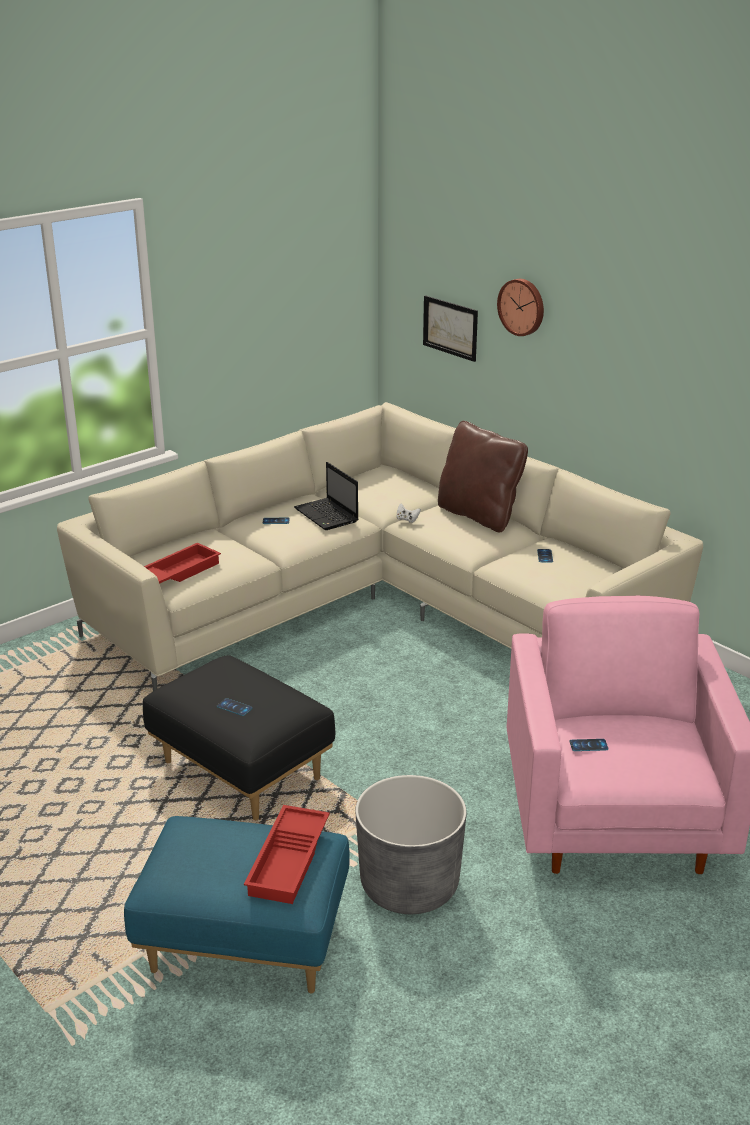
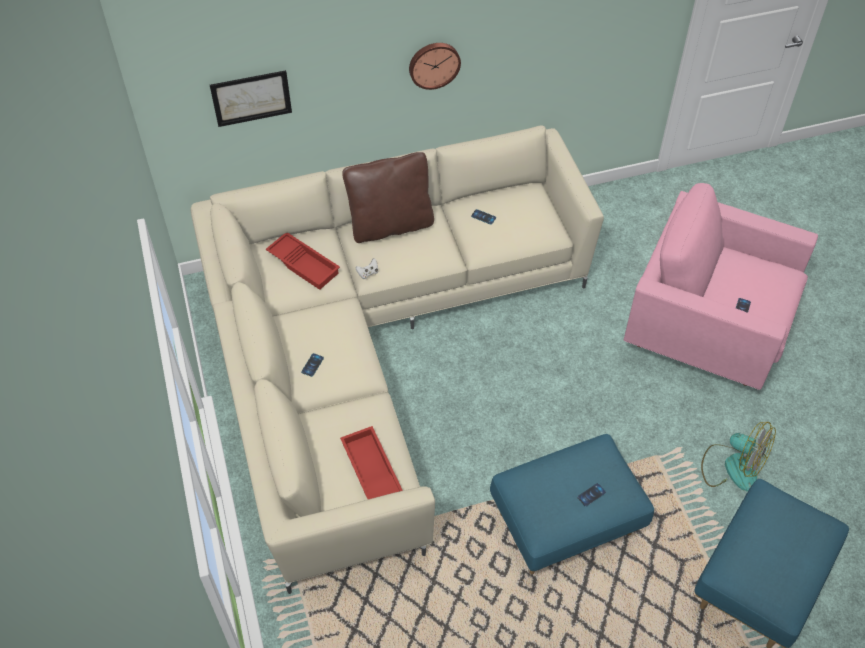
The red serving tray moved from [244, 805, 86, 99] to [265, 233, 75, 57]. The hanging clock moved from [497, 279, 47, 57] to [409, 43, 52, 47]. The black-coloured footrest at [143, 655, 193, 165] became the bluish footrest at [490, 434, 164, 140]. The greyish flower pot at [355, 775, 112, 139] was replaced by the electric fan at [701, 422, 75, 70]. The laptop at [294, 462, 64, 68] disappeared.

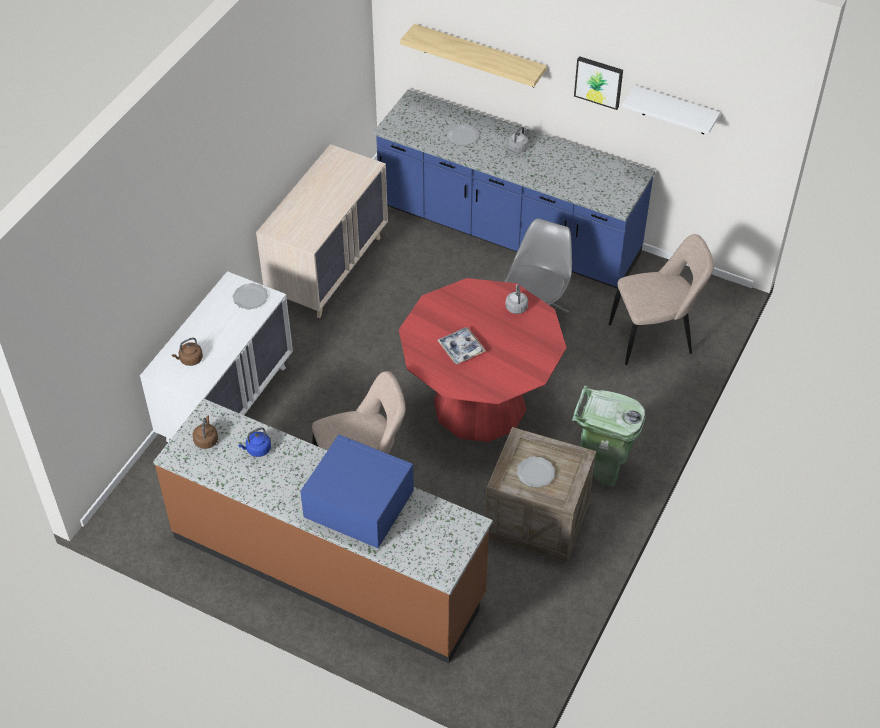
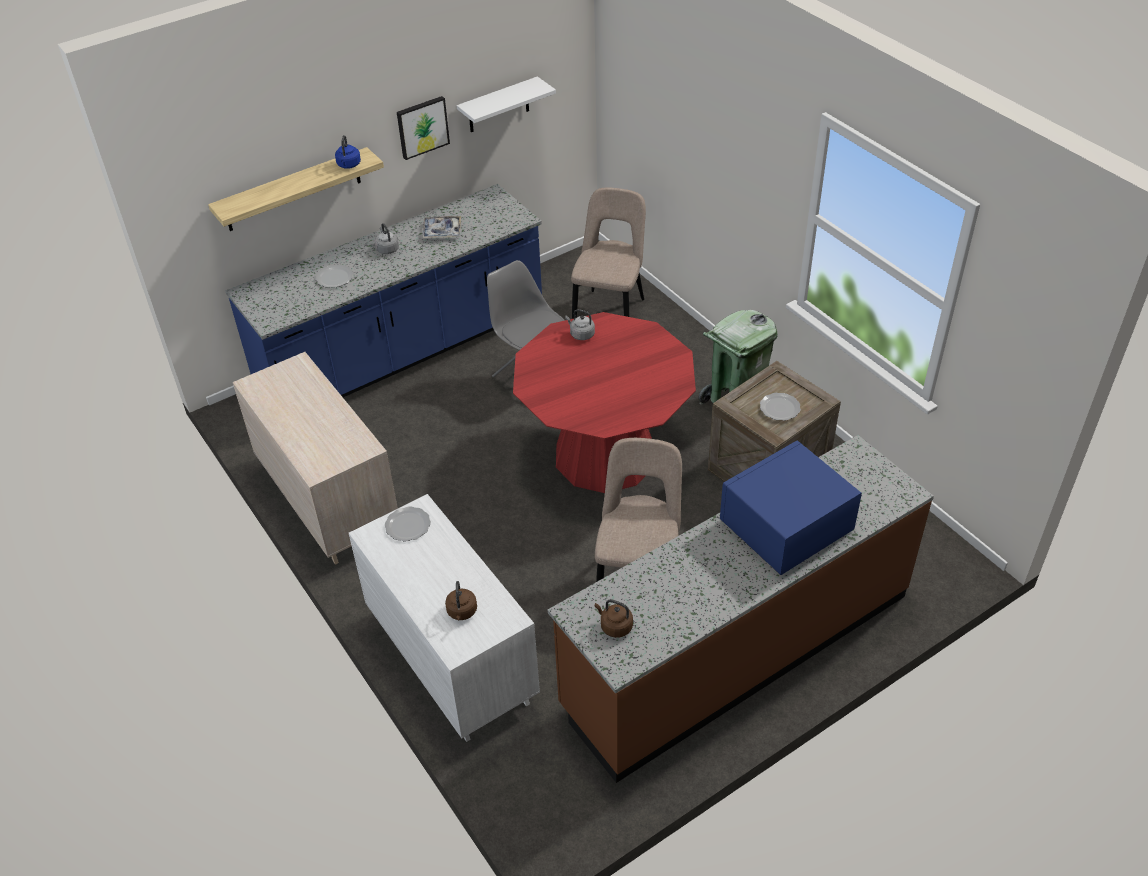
The bluish kettle moved from [238, 427, 33, 30] to [335, 135, 26, 34]. The serving tray moved from [437, 327, 49, 37] to [422, 216, 39, 22].

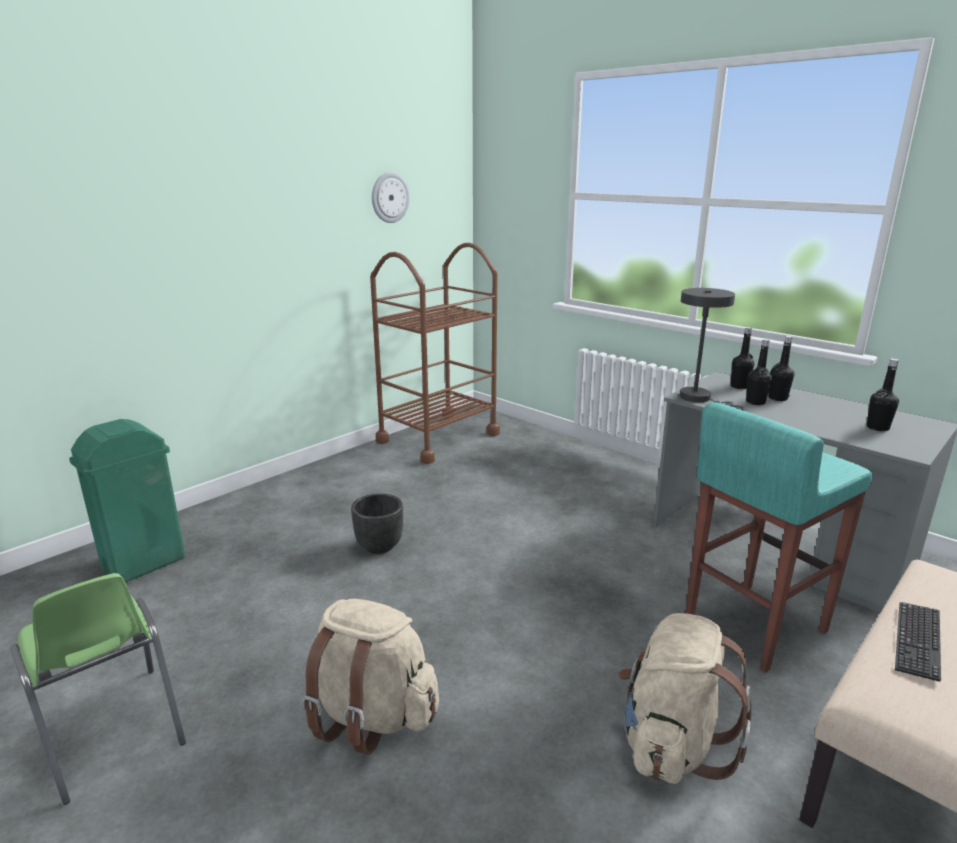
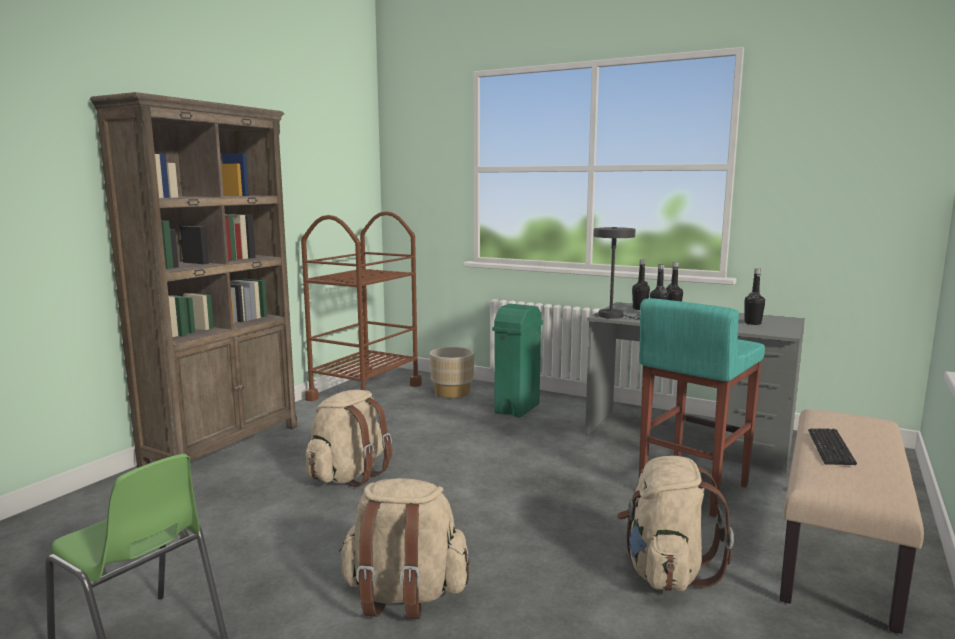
The brownish bookshelf at [90, 92, 207, 376] appeared. The black-coloured flower pot at [351, 493, 52, 61] was replaced by the sand-coloured knapsack at [306, 390, 86, 97]. The sand-coloured flower pot at [430, 347, 44, 51] appeared. The green-coloured trash can moved from [69, 419, 116, 164] to [492, 304, 51, 114]. The hanging clock at [372, 172, 38, 51] disappeared.

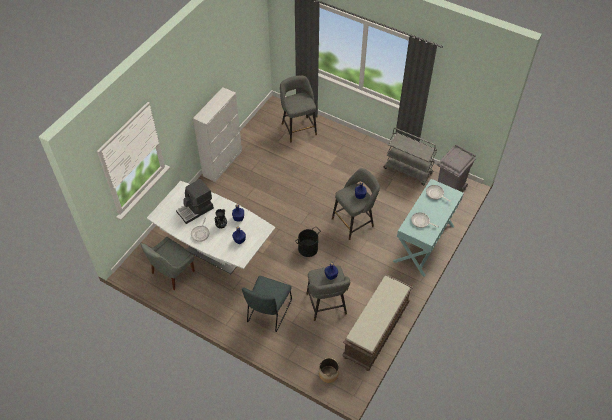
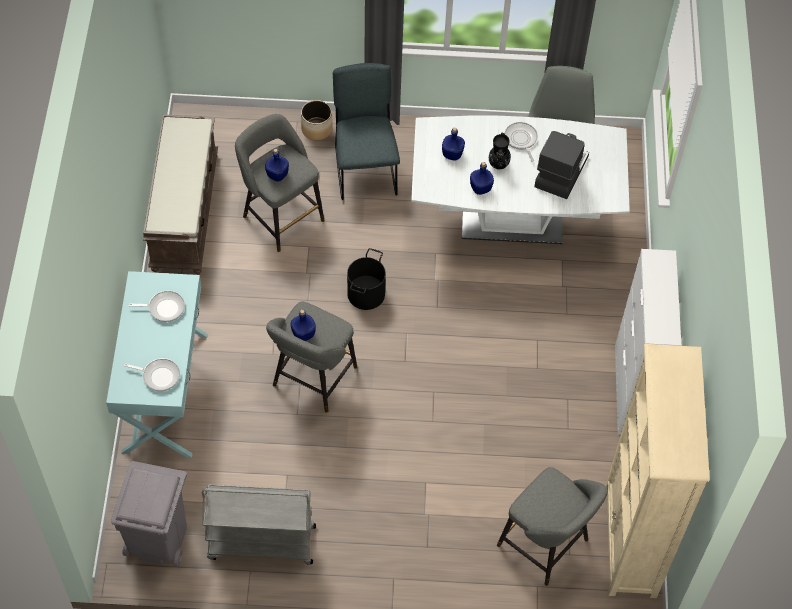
The flower pot moved from [319, 358, 20, 25] to [301, 100, 32, 40]. The sand-coloured bookshelf at [606, 344, 104, 254] appeared.

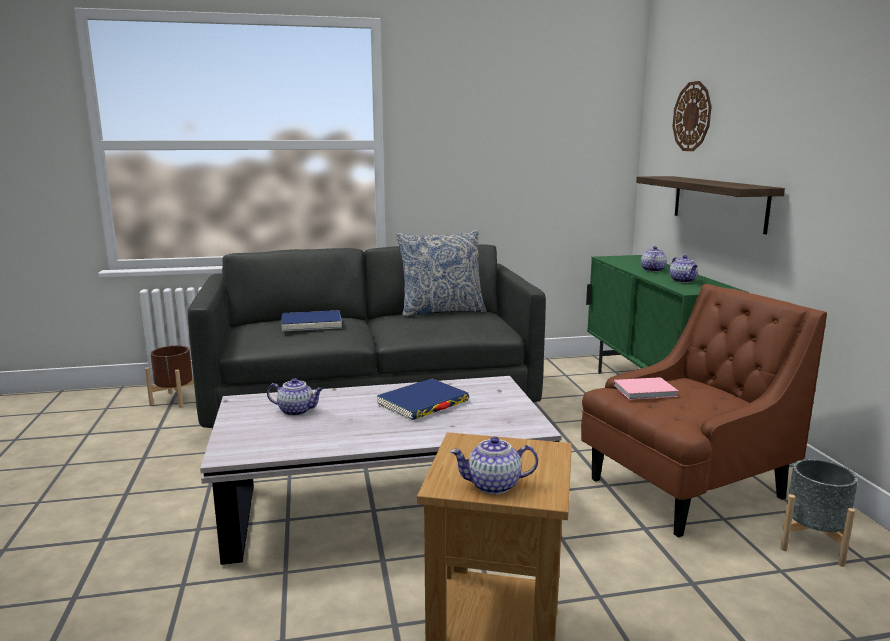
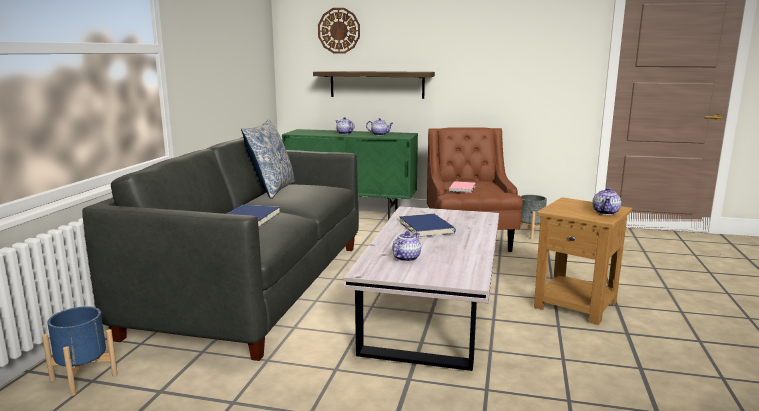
The brownish flower pot at [145, 346, 49, 62] became the bluish flower pot at [42, 306, 76, 90].

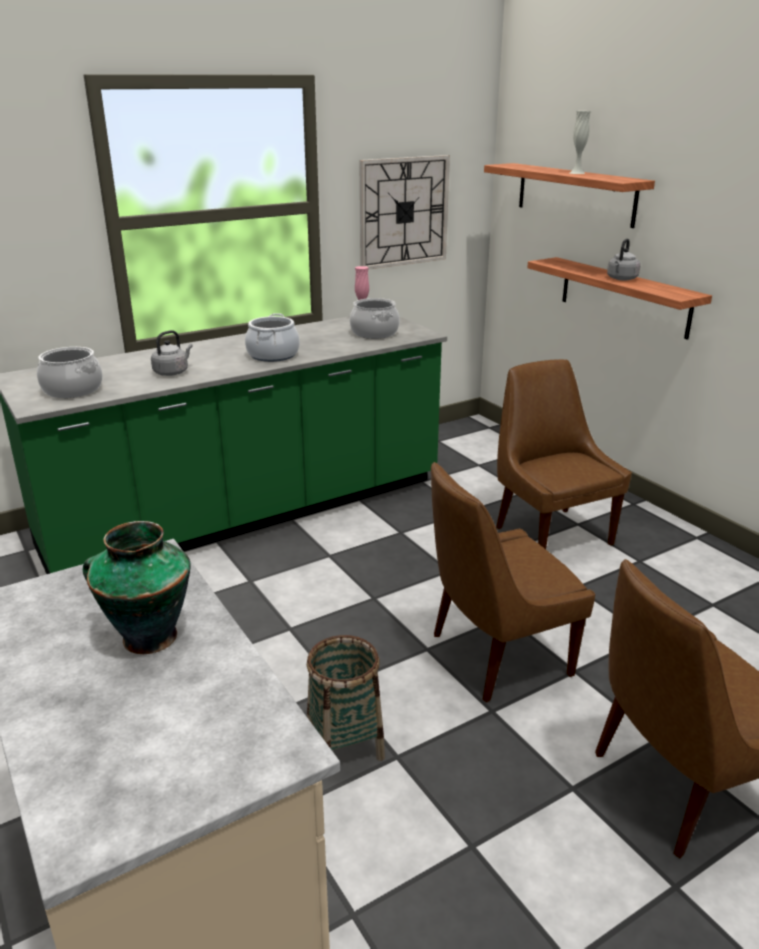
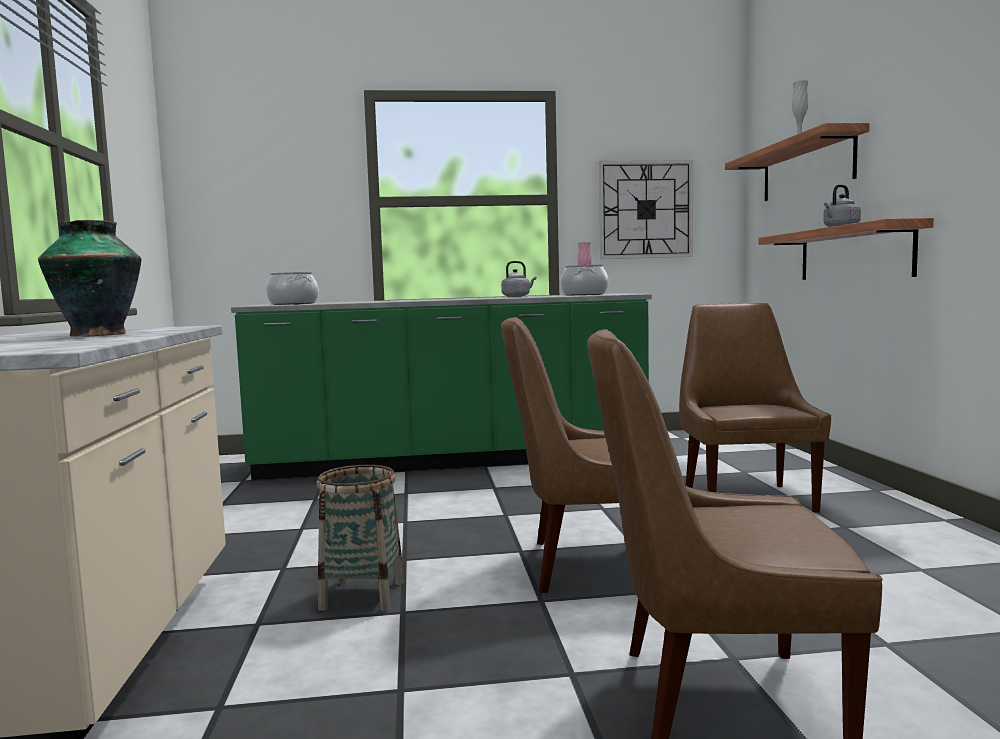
The greyish kettle moved from [151, 330, 42, 46] to [501, 261, 35, 36]. The saucepot at [245, 313, 55, 49] disappeared.

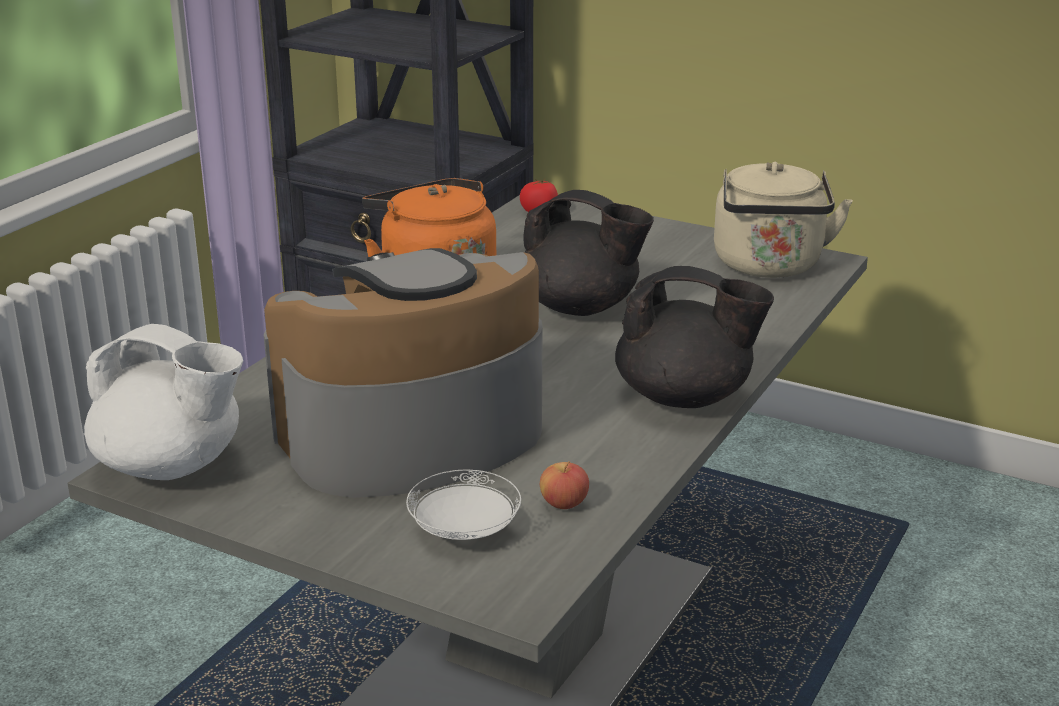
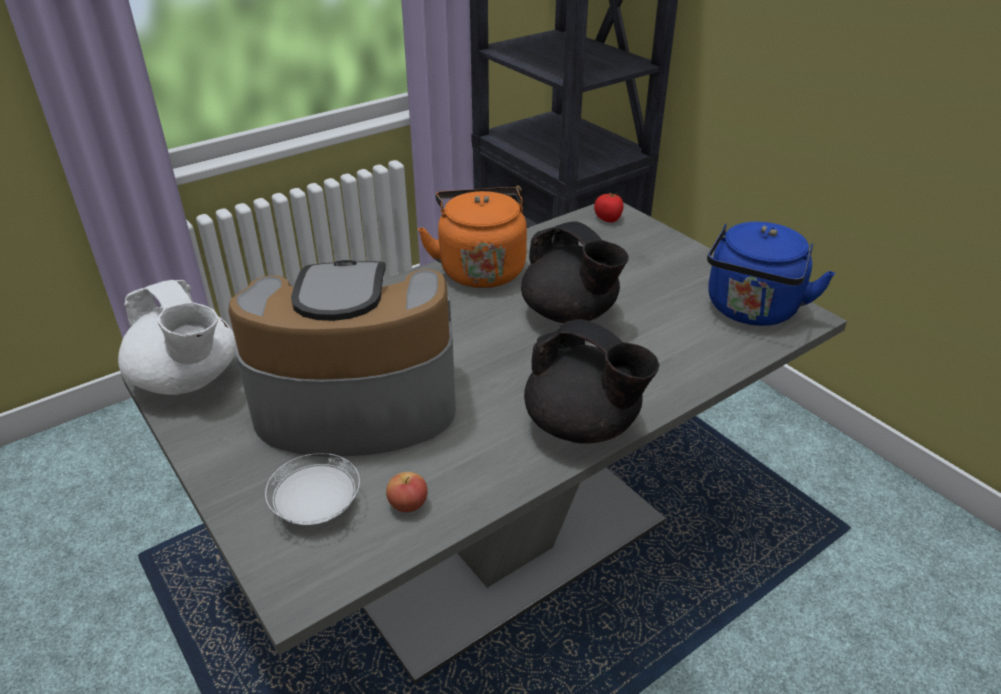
The sand-coloured kettle at [714, 162, 139, 116] became the bluish kettle at [707, 222, 128, 104].

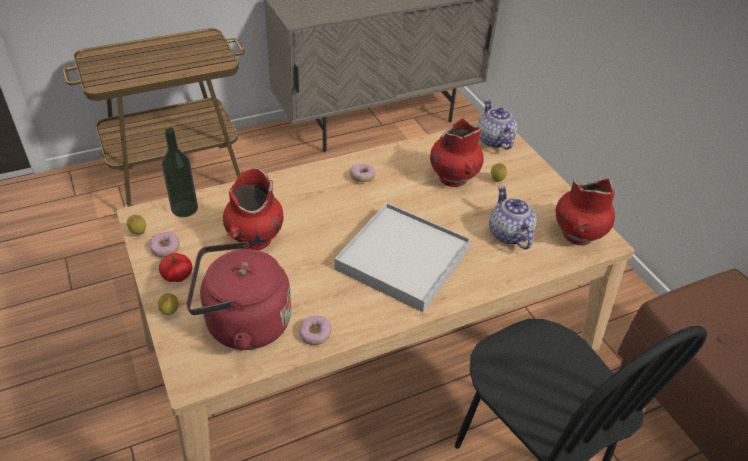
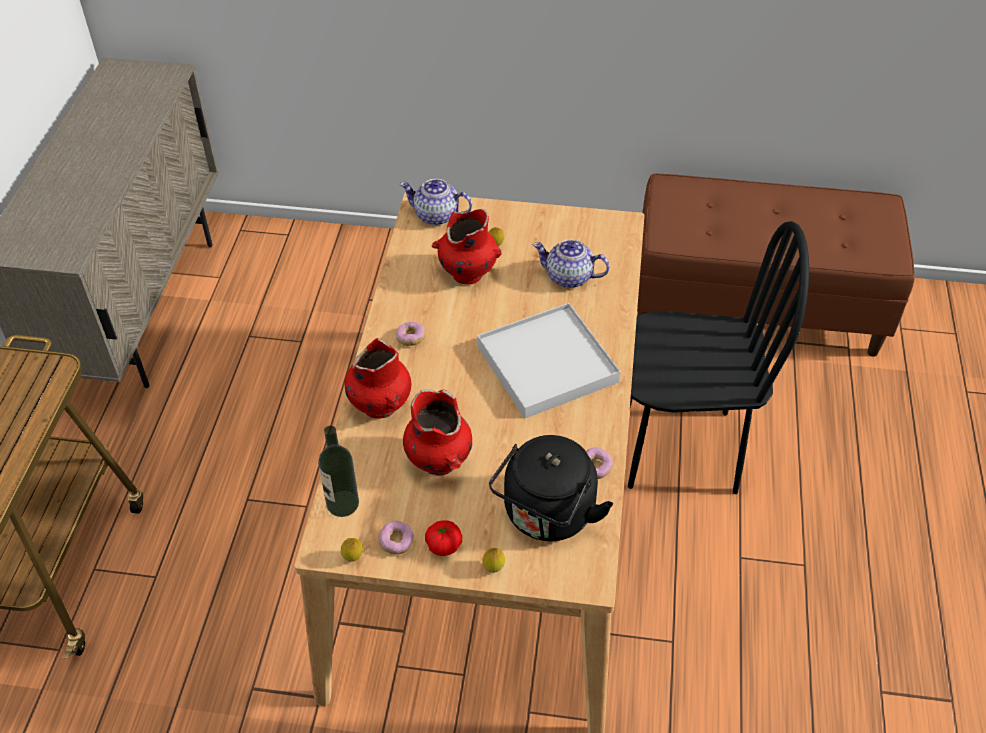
The red decorative vase moved from [555, 179, 60, 66] to [345, 338, 67, 81]. The red kettle at [186, 242, 105, 108] became the black-coloured kettle at [489, 435, 124, 106].

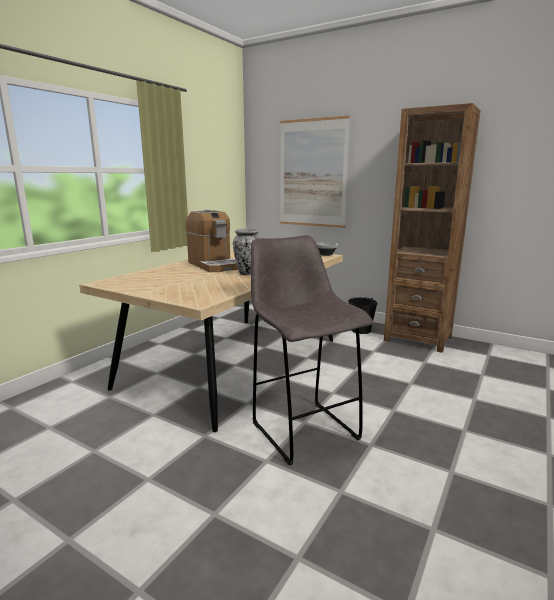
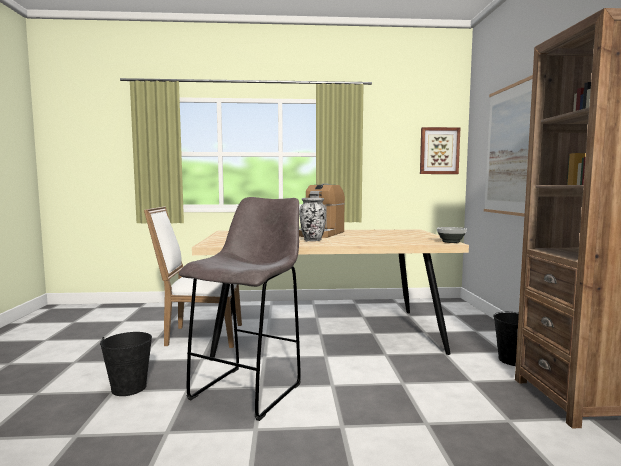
The black-coloured pail at [100, 332, 52, 64] appeared. The white-coloured upright chair at [144, 206, 98, 142] appeared. The picture at [420, 127, 41, 47] appeared.

